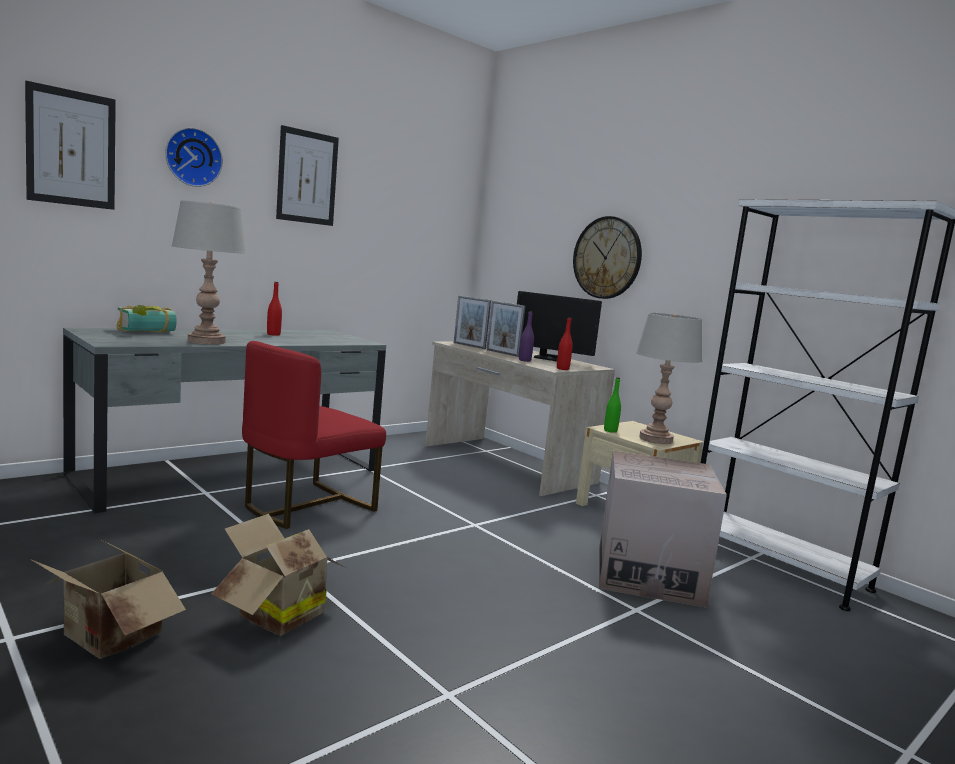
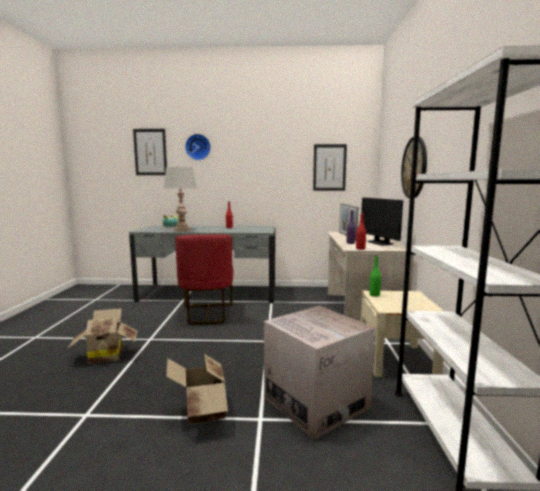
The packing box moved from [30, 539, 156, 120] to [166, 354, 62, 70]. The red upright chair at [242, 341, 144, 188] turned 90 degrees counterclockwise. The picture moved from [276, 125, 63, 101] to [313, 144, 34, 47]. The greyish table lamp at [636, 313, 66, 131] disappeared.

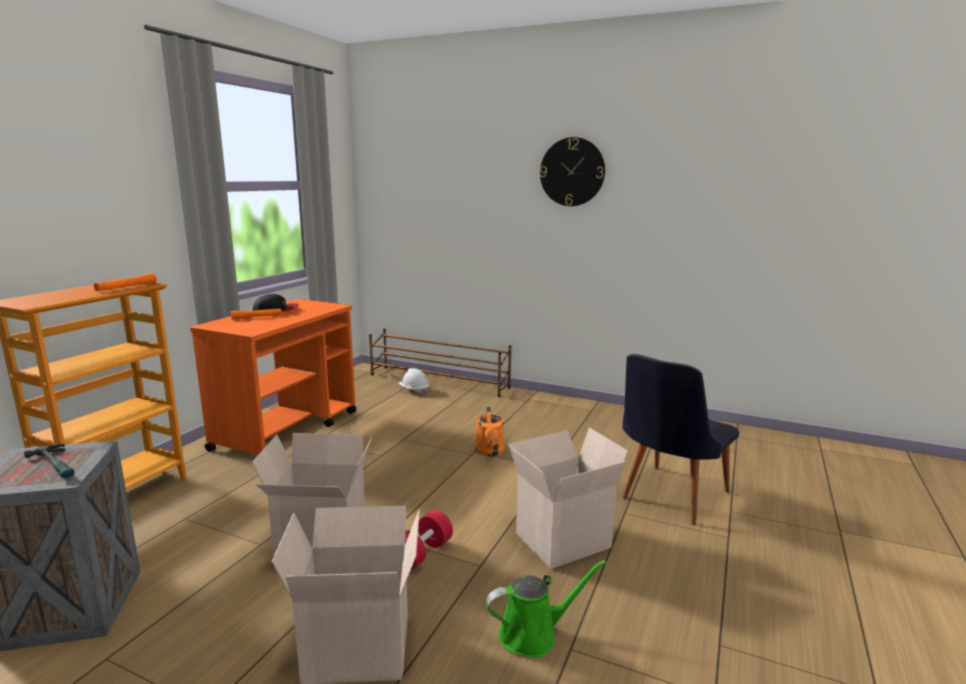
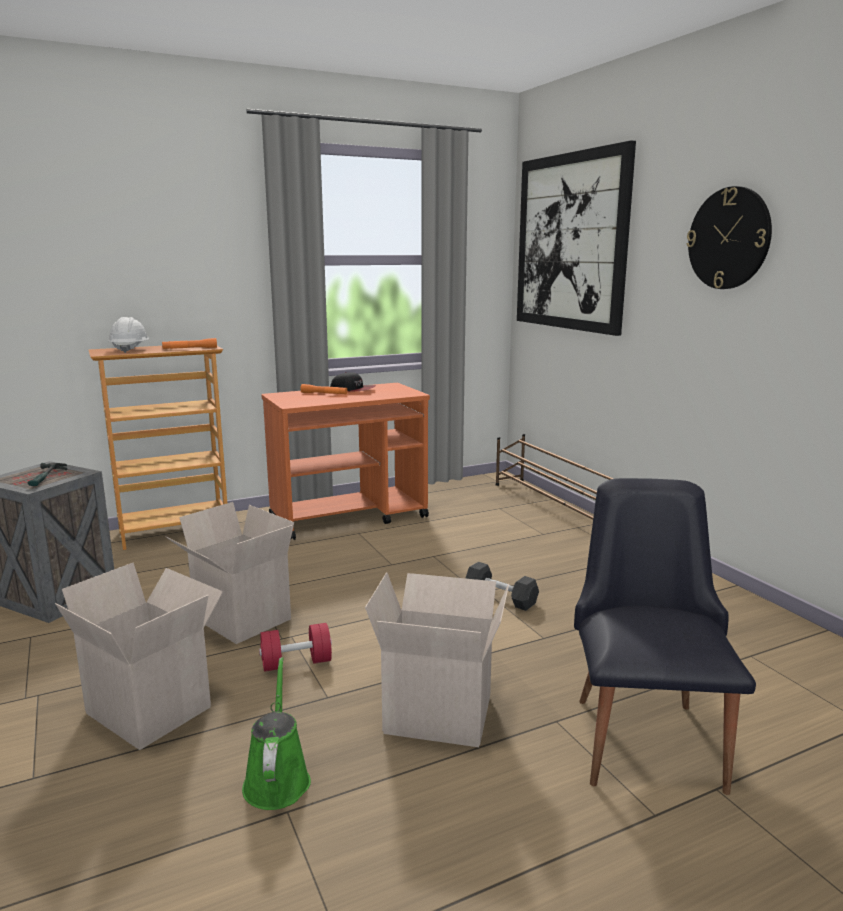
The white-coloured safety helmet moved from [399, 368, 30, 26] to [108, 317, 41, 36]. The green-coloured watering can at [486, 560, 120, 98] turned 120 degrees counterclockwise. The orange-coloured watering can at [476, 407, 28, 50] was replaced by the greyish free weight at [465, 562, 74, 49]. The picture at [517, 140, 119, 196] appeared. The black-coloured upright chair at [622, 354, 117, 171] turned 105 degrees clockwise.

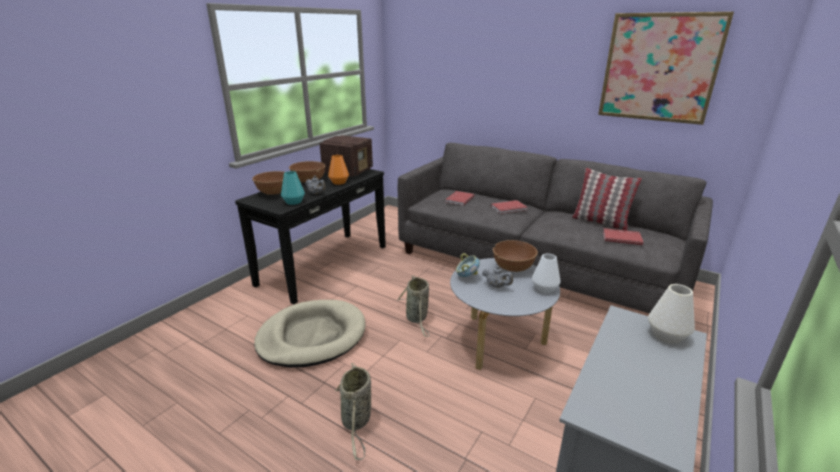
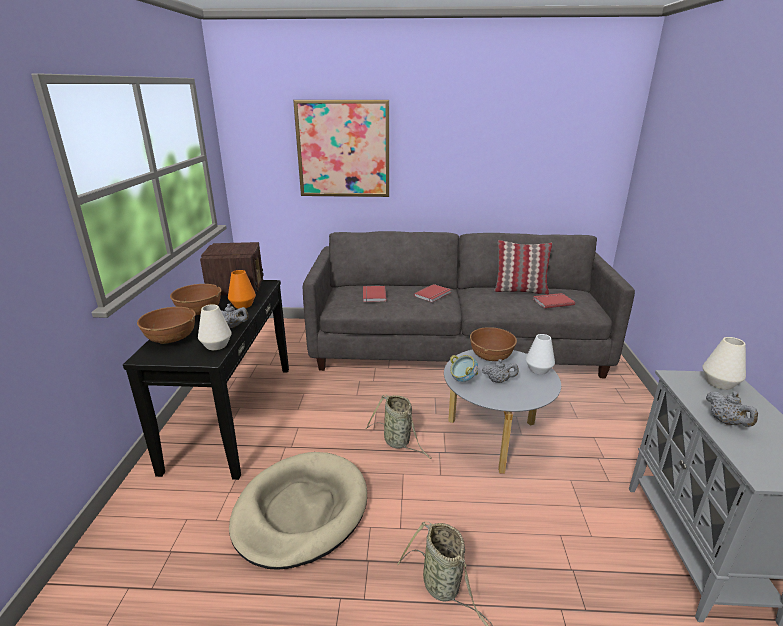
The blue-green decorative vase at [281, 171, 24, 34] became the white-coloured decorative vase at [198, 304, 33, 46]. The picture moved from [598, 12, 136, 113] to [293, 100, 96, 97]. The greyish pot for tea at [706, 391, 52, 36] appeared.

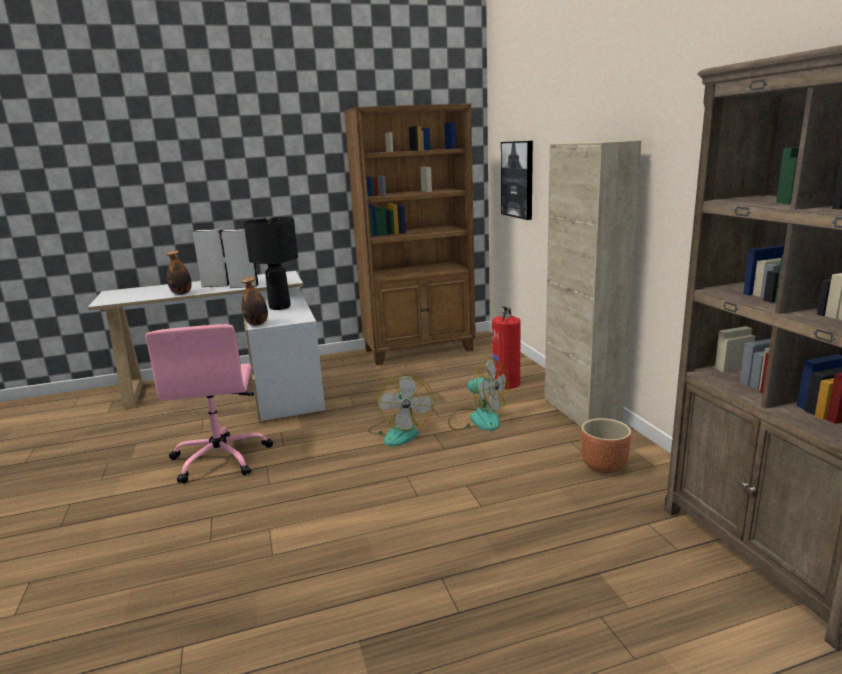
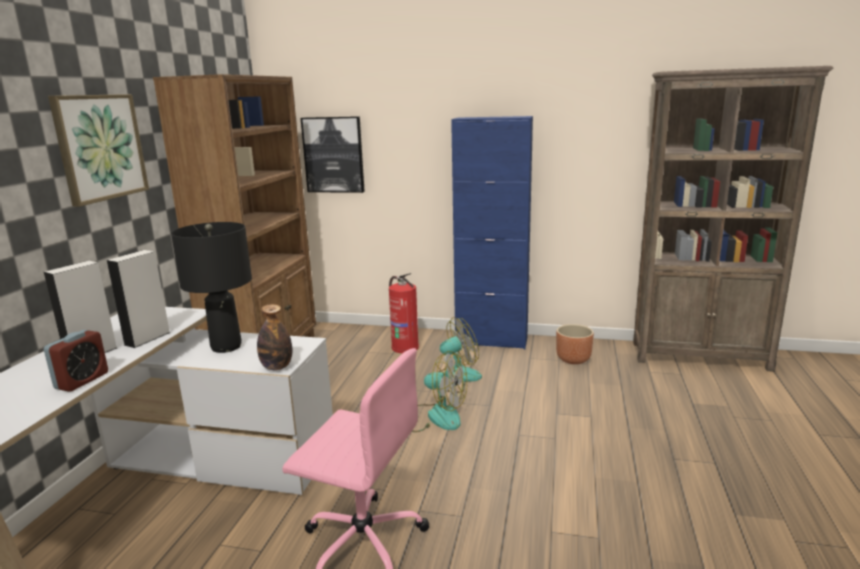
The drink bottle at [166, 250, 26, 45] was replaced by the alarm clock at [44, 330, 64, 62]. The picture at [48, 94, 101, 113] appeared. The sand-coloured storage cabinet at [545, 141, 96, 286] became the bluish storage cabinet at [451, 116, 82, 233].

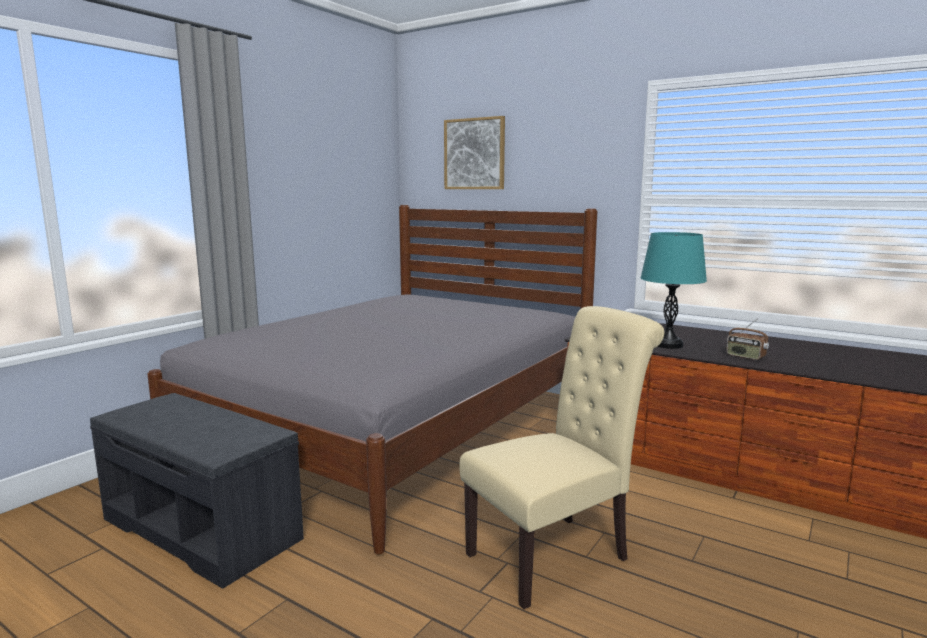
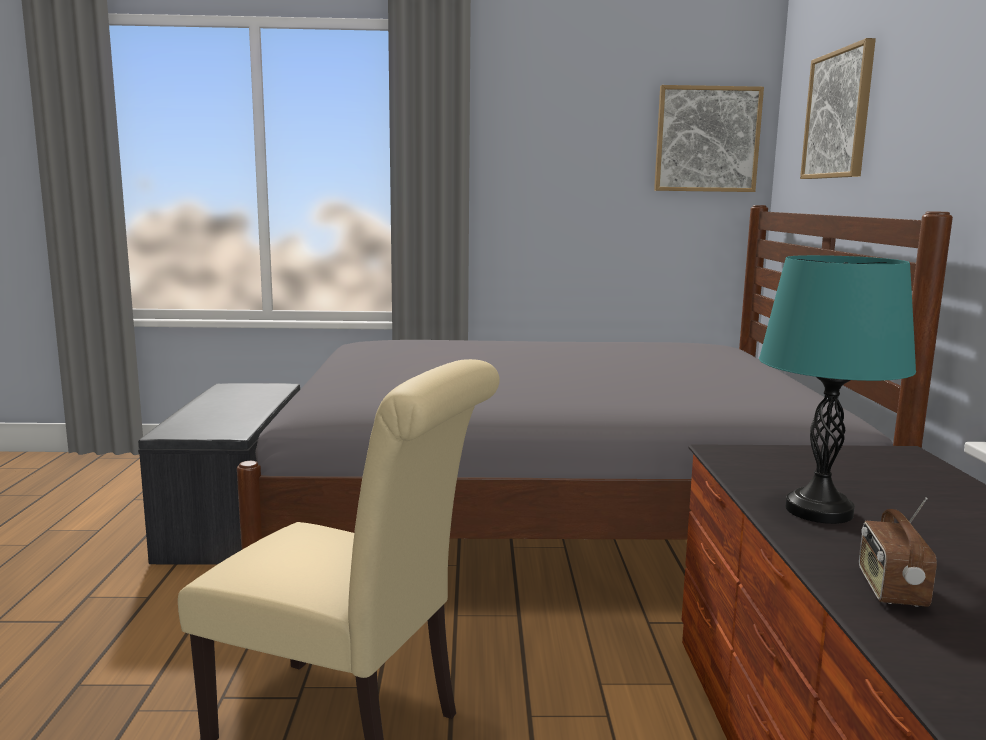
The picture at [654, 85, 110, 107] appeared.

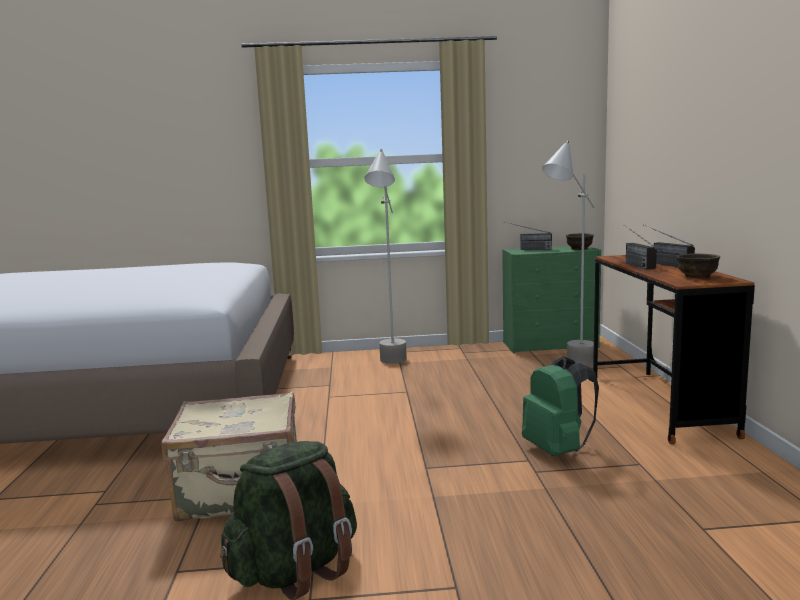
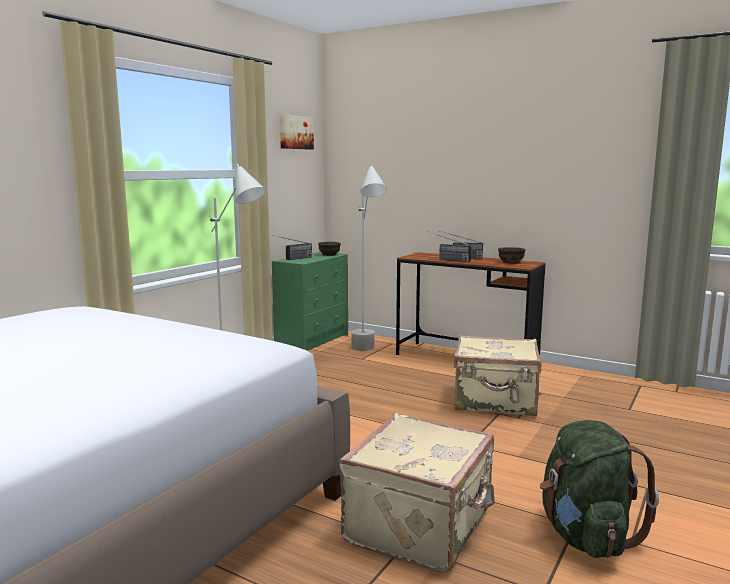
The picture at [280, 114, 34, 36] appeared. The green-coloured knapsack at [522, 356, 77, 100] was replaced by the sand-coloured suitcase at [454, 335, 87, 81].

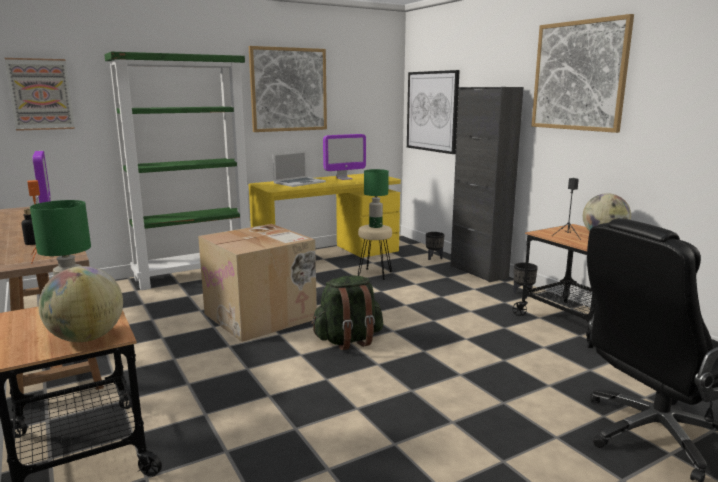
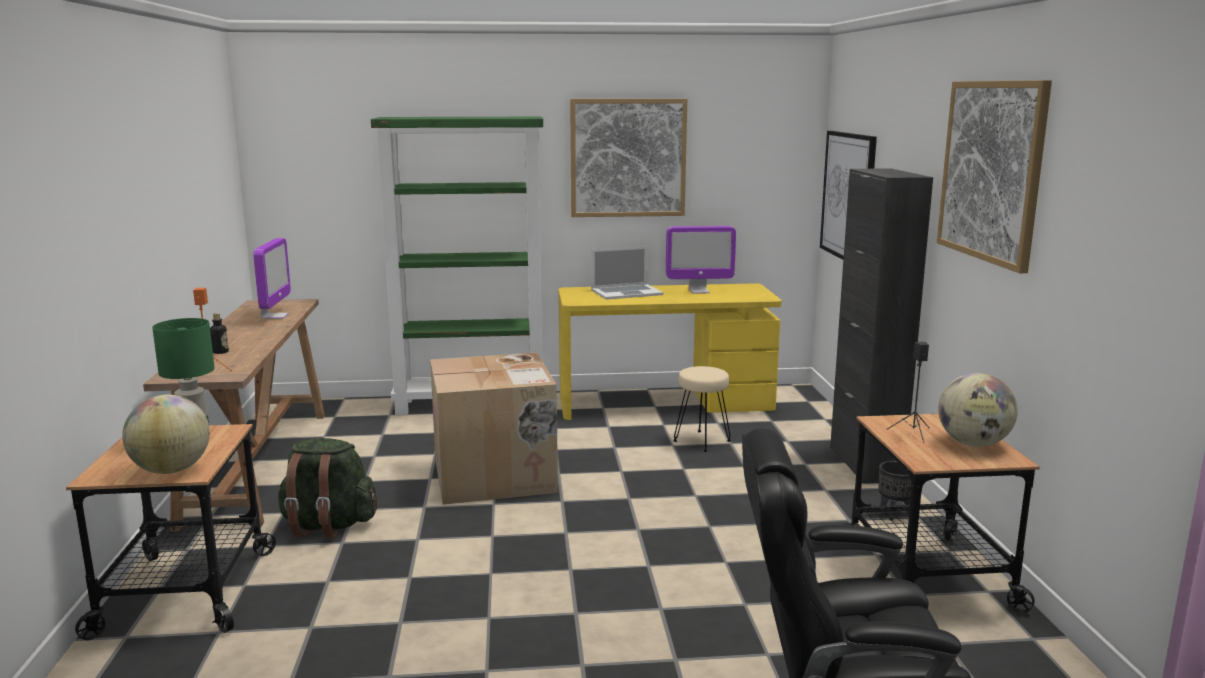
The green-coloured knapsack moved from [311, 275, 72, 75] to [278, 438, 99, 100]. The picture at [5, 58, 70, 73] disappeared. The green-coloured table lamp at [364, 169, 25, 59] disappeared. The black-coloured flower pot at [426, 232, 18, 28] disappeared.

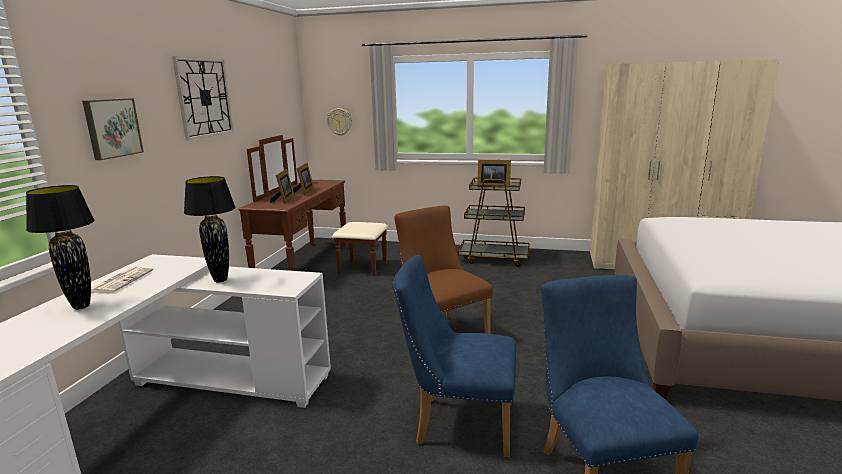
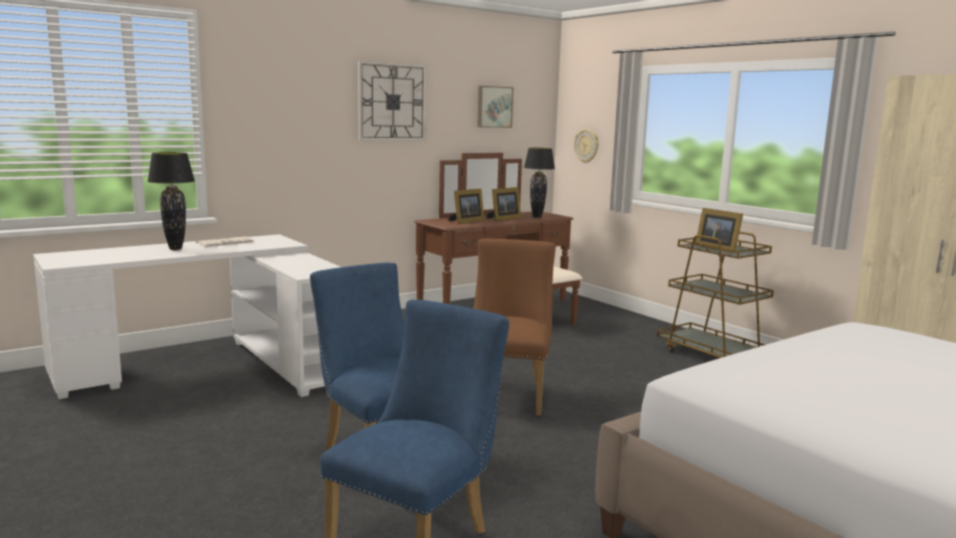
The picture moved from [82, 98, 62, 62] to [477, 86, 36, 42]. The black-coloured table lamp moved from [184, 176, 51, 107] to [524, 148, 31, 70].

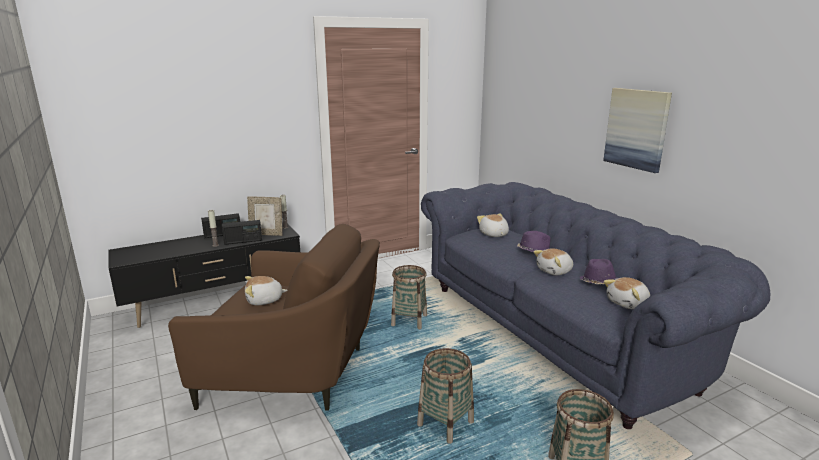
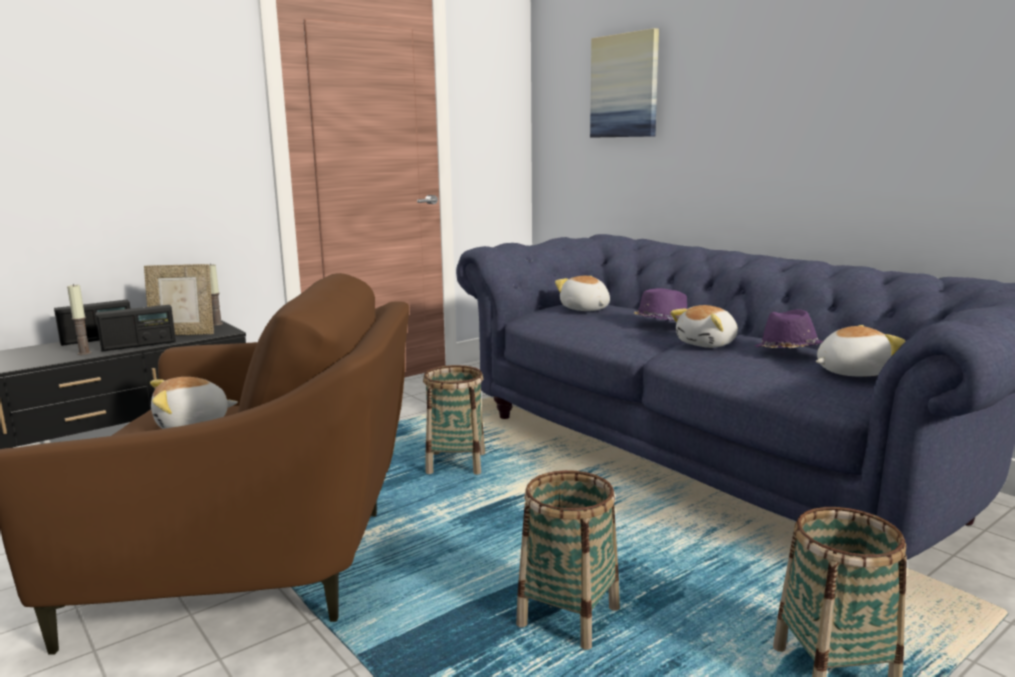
The picture moved from [603, 88, 69, 85] to [590, 28, 69, 110]. The cuddly toy at [604, 277, 46, 32] turned 150 degrees counterclockwise.

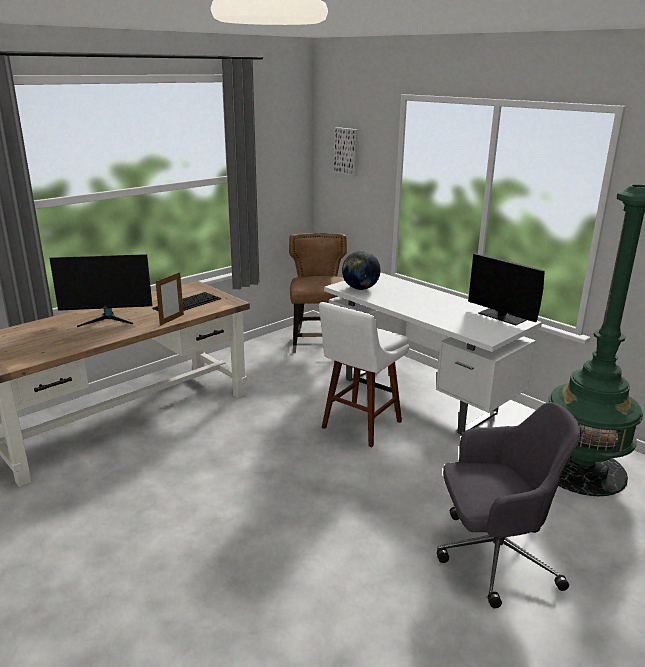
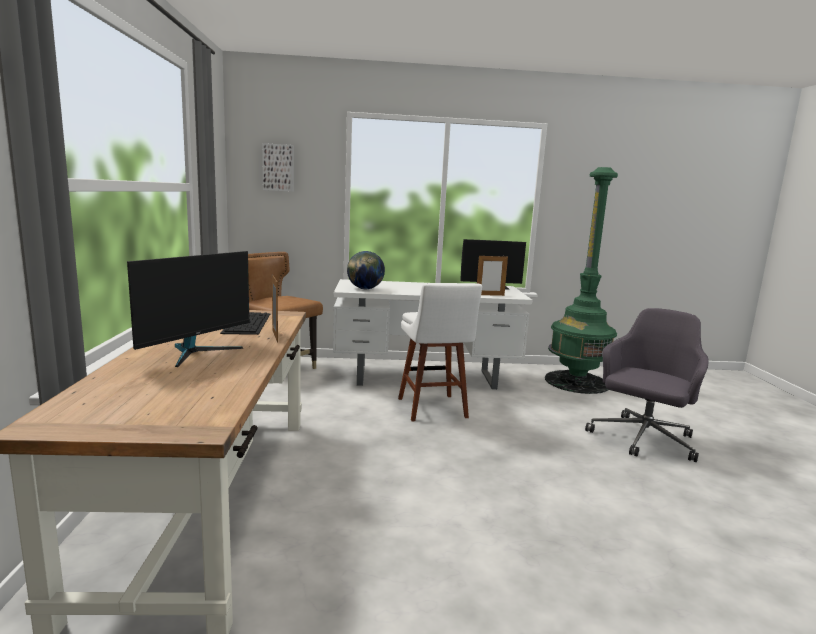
The photo frame at [477, 254, 31, 42] appeared.

